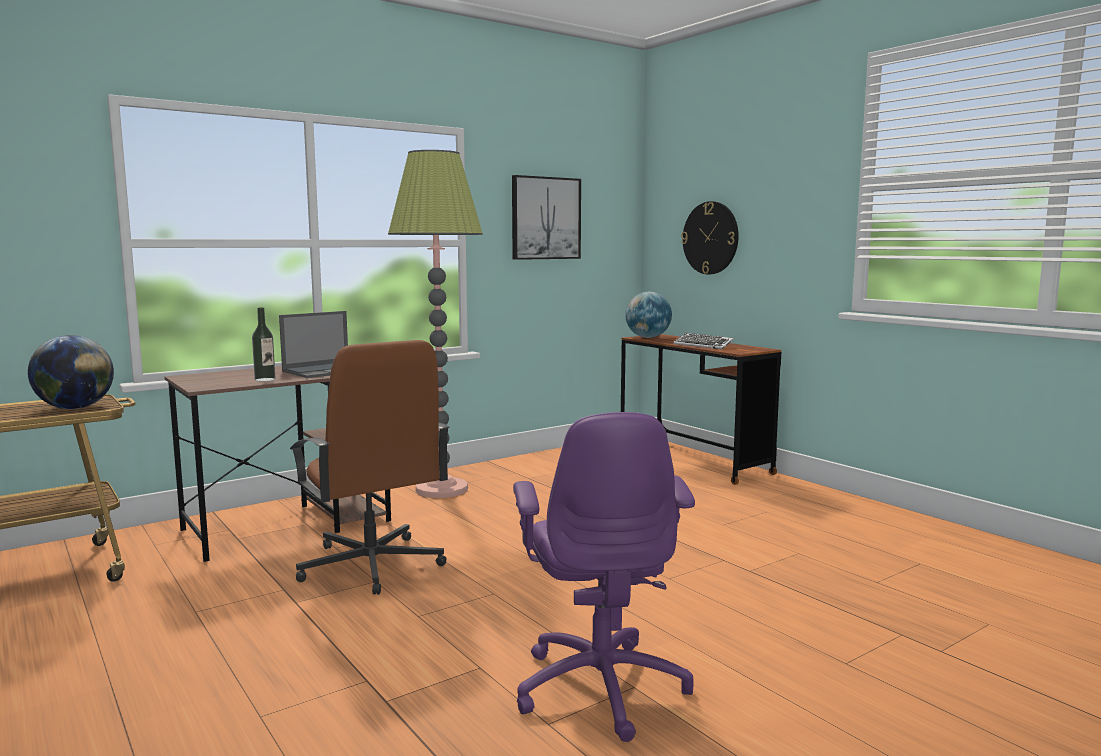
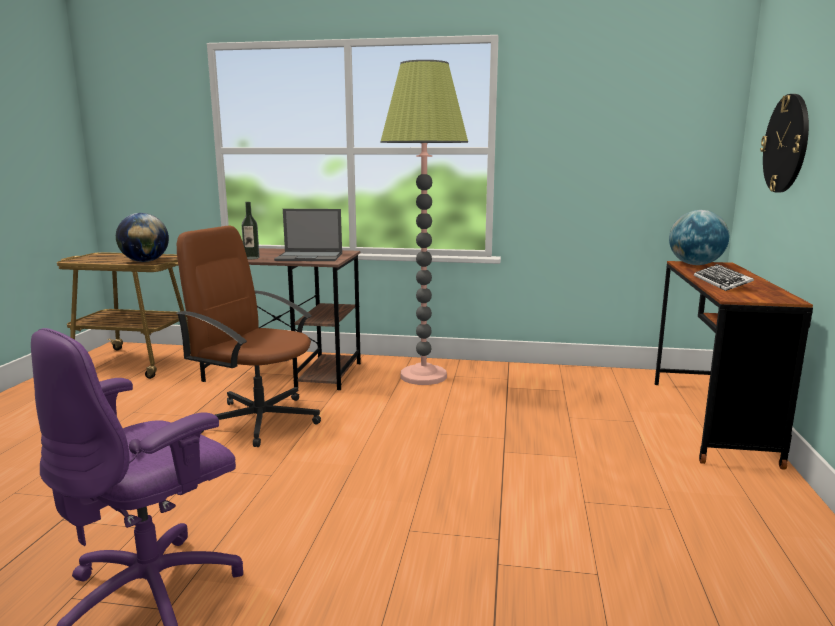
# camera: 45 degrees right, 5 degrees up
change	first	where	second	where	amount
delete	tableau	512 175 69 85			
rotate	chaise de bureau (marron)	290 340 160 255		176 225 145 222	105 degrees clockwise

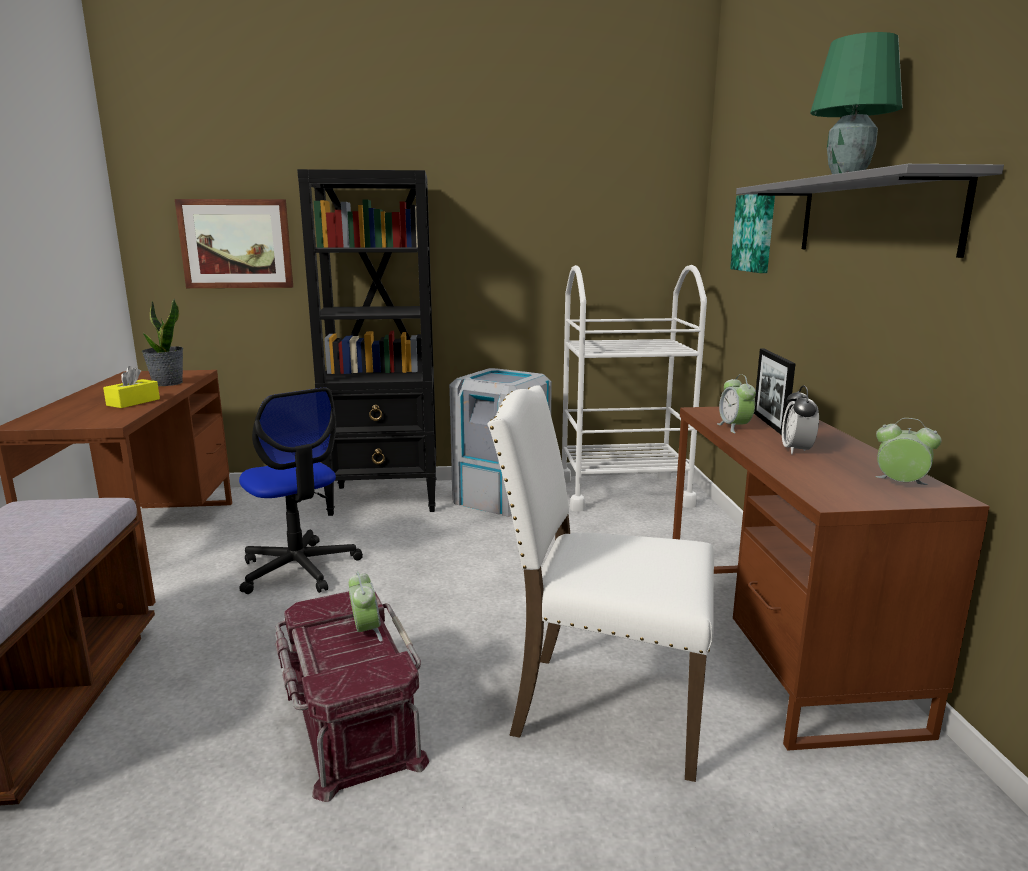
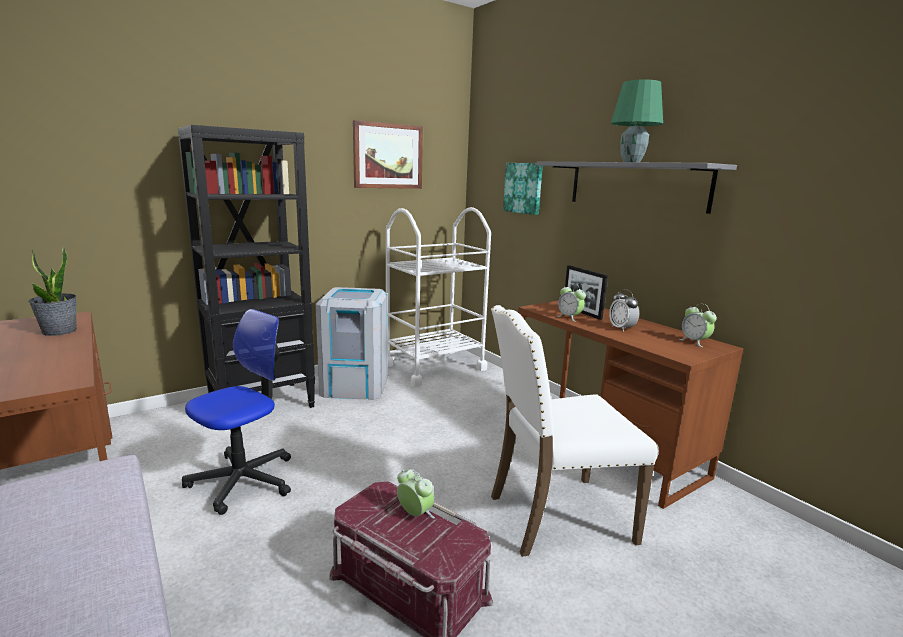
# camera: 30 degrees left, 0 degrees up
change	first	where	second	where	amount
move	tableau	175 199 118 89		353 120 70 69	
delete	boîte à mouchoirs (jaune)	103 366 57 42			
rotate	chaise de bureau	239 387 124 207		182 309 109 206	75 degrees counterclockwise
rotate	réveil	875 418 67 67		679 304 38 43	120 degrees counterclockwise

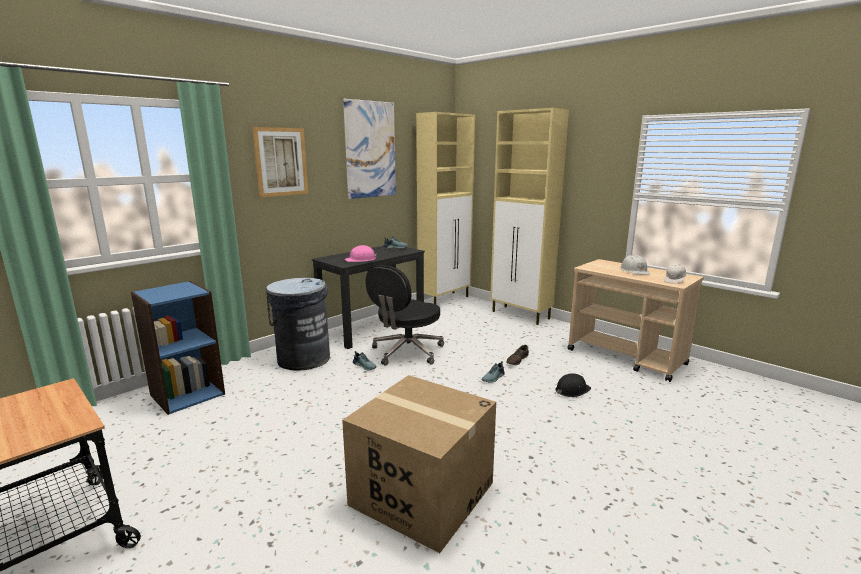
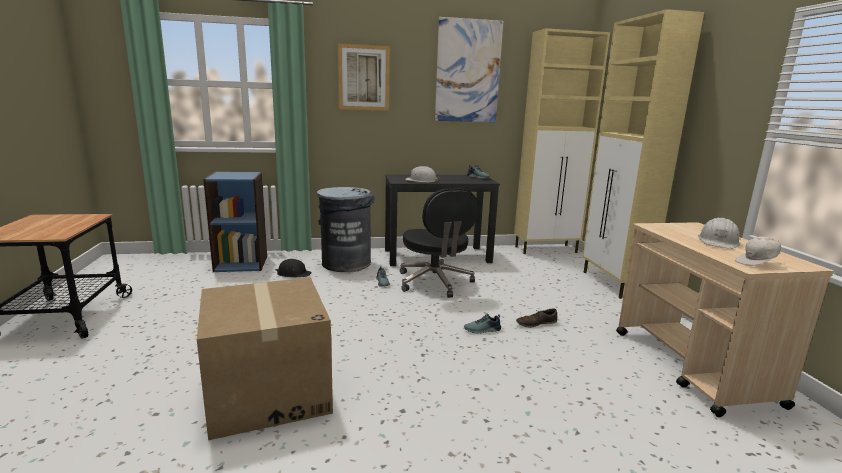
# camera: 35 degrees right, 0 degrees up
change	first	where	second	where	amount
recolor	casque de chantier (rose)	345 245 32 17	casque de chantier (blanc)	405 166 34 16	
rotate	chaise de bureau (noir)	365 265 79 101		400 188 78 110	90 degrees counterclockwise
move	casque de chantier (noir)	555 373 36 24		275 259 37 18	

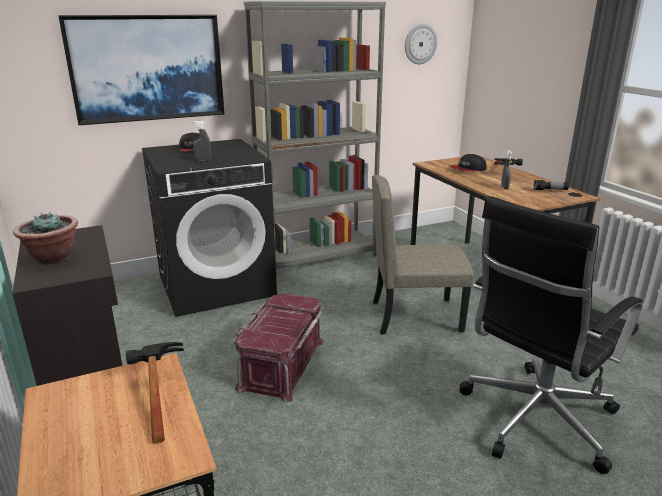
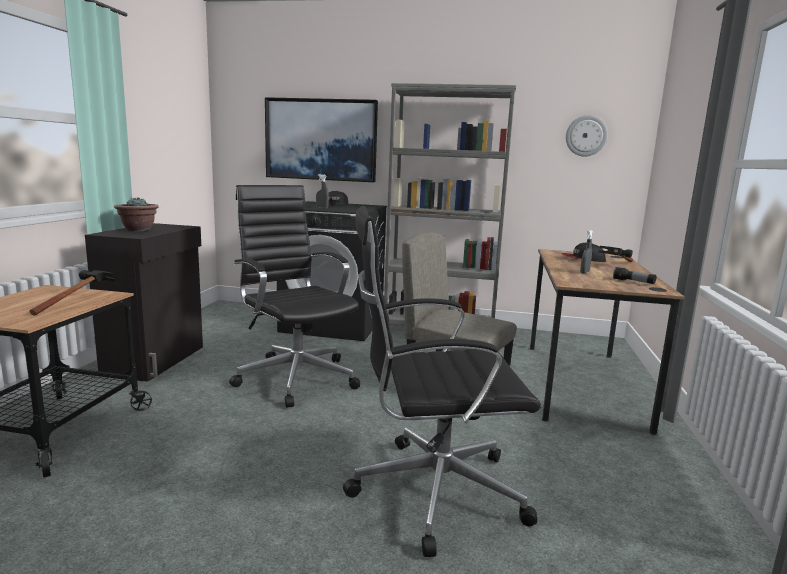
# camera: 35 degrees right, 10 degrees down
change	first	where	second	where	amount
replace	boîte de rangement (rouge)	233 294 91 109	chaise de bureau (noir)	229 185 131 223	

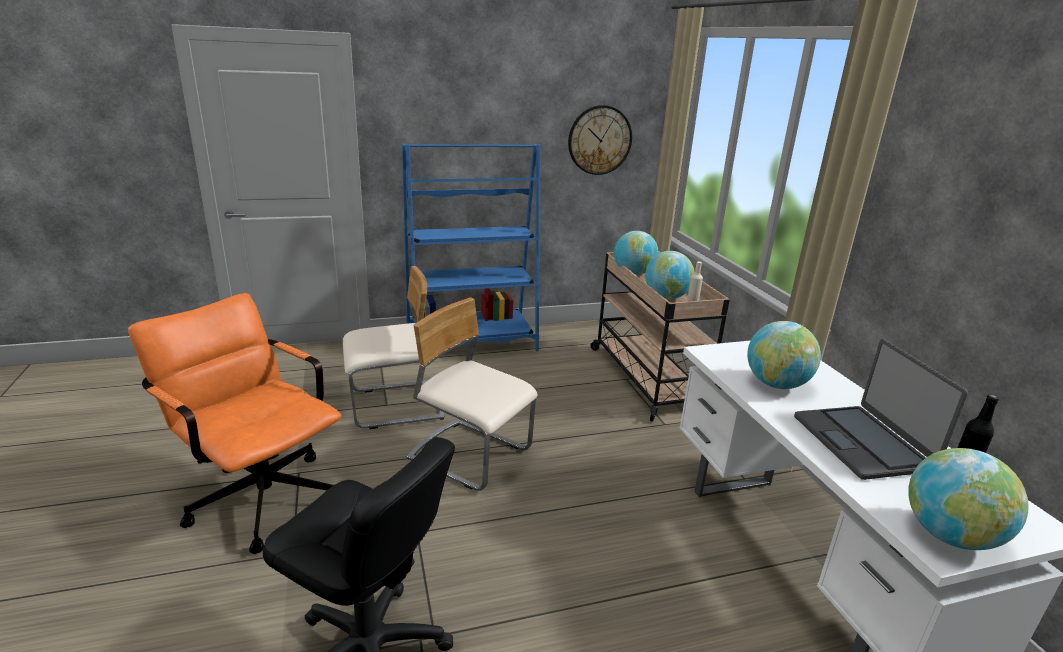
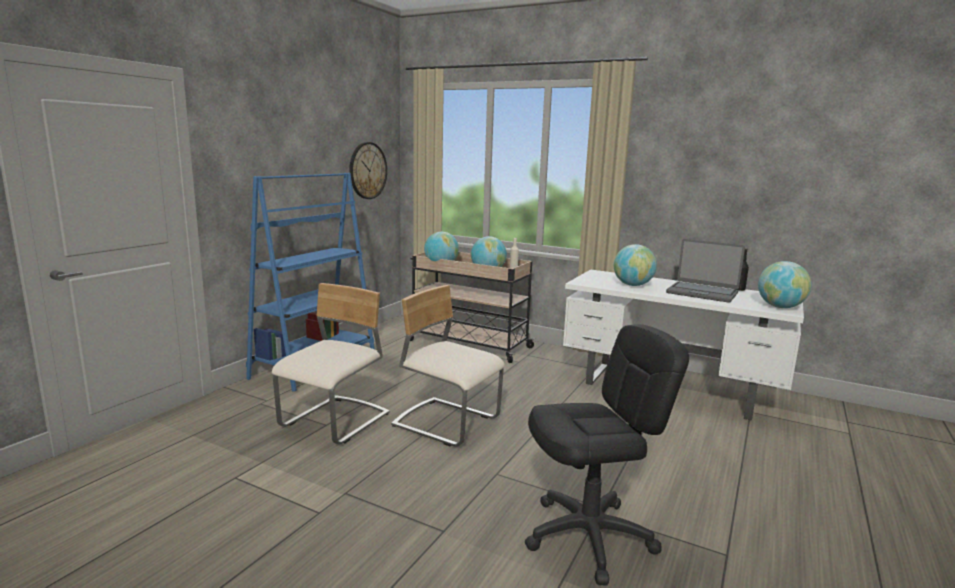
# camera: 45 degrees left, 10 degrees down
change	first	where	second	where	amount
delete	chaise de bureau (orange)	128 293 213 261			
rotate	chaise (beige)	407 297 130 194		391 285 114 162	45 degrees clockwise

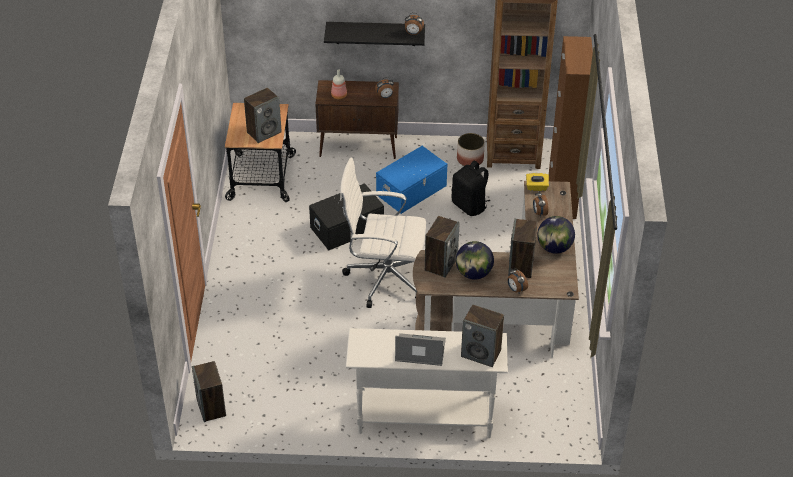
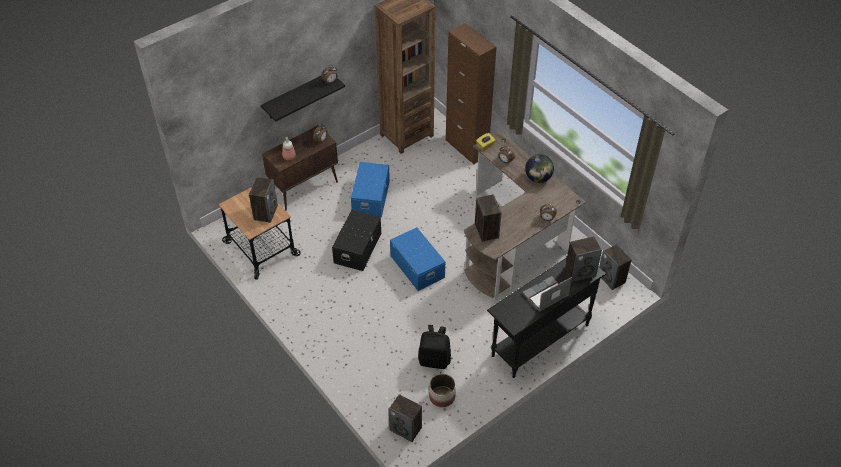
# camera: 40 degrees left, 5 degrees up
change	first	where	second	where	amount
move	cache-pot	457 133 28 33		429 374 27 33	
replace	chaise de bureau (blanc)	340 158 86 150	boîte de rangement (bleu)	390 227 55 64	
move	sac à dos (noir)	452 161 38 55		418 325 33 44	
move	enceinte	508 218 30 60		599 244 33 46	
delete	globe	456 241 38 39			
recolor	table console (blanc)	346 328 162 110	table console (noir)	487 258 119 120	

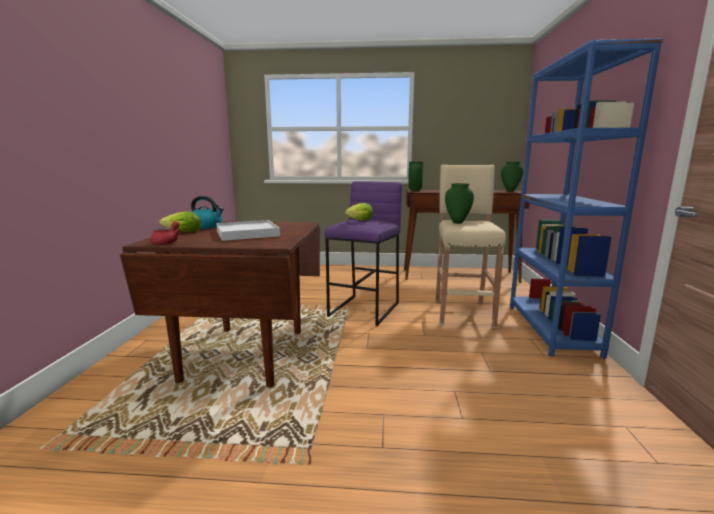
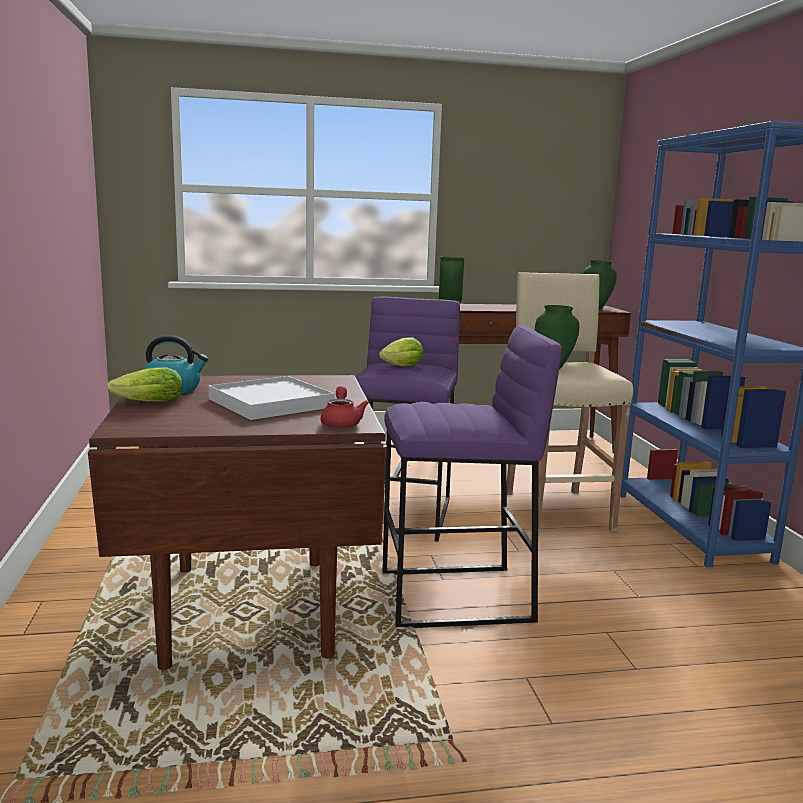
# camera: 15 degrees left, 0 degrees up
change	first	where	second	where	amount
move	théière (rouge)	150 221 30 24		321 386 48 42	
insert			tabouret (violet)	382 326 180 302	

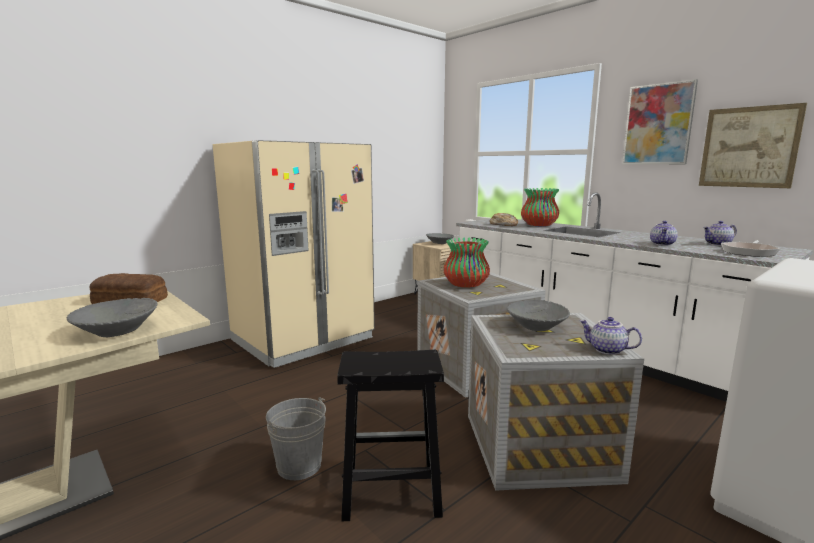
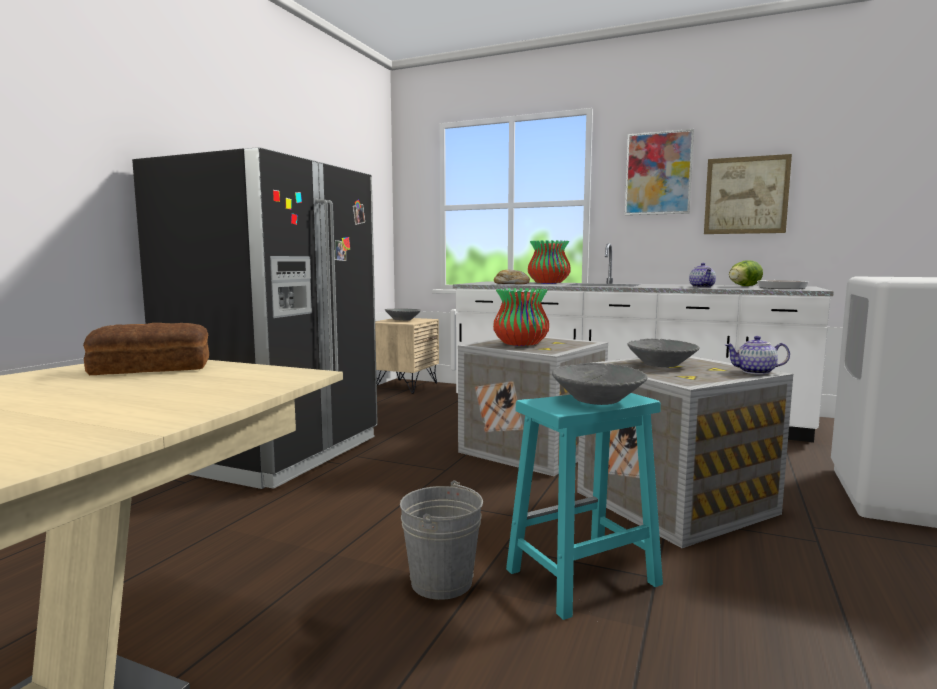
# camera: 25 degrees left, 5 degrees down
change	first	where	second	where	amount
recolor	réfrigérateur (beige)	213 140 162 228	réfrigérateur (noir)	132 147 246 342	
replace	théière	703 221 34 25	laitue	729 260 34 26	
move	bol (gris)	67 298 90 39		552 363 96 42	
recolor	tabouret (noir)	337 350 107 171	tabouret (turquoise)	506 393 157 227	

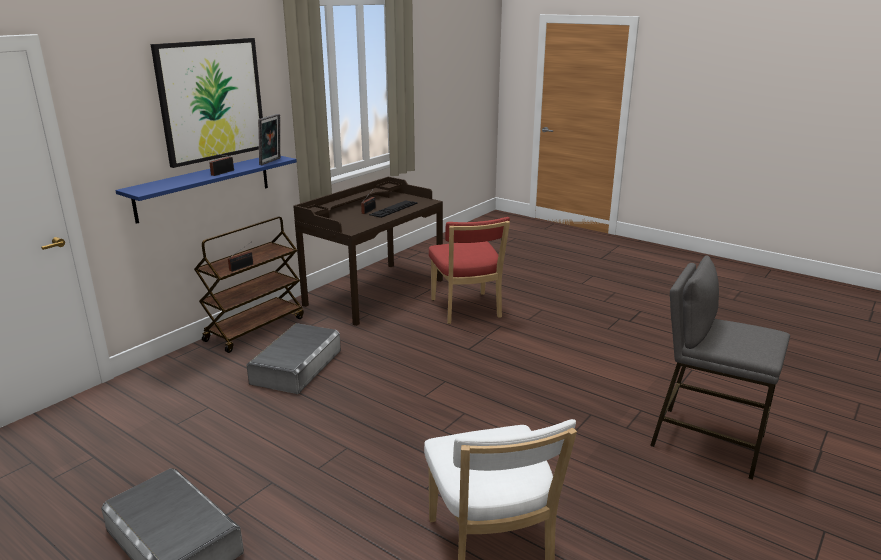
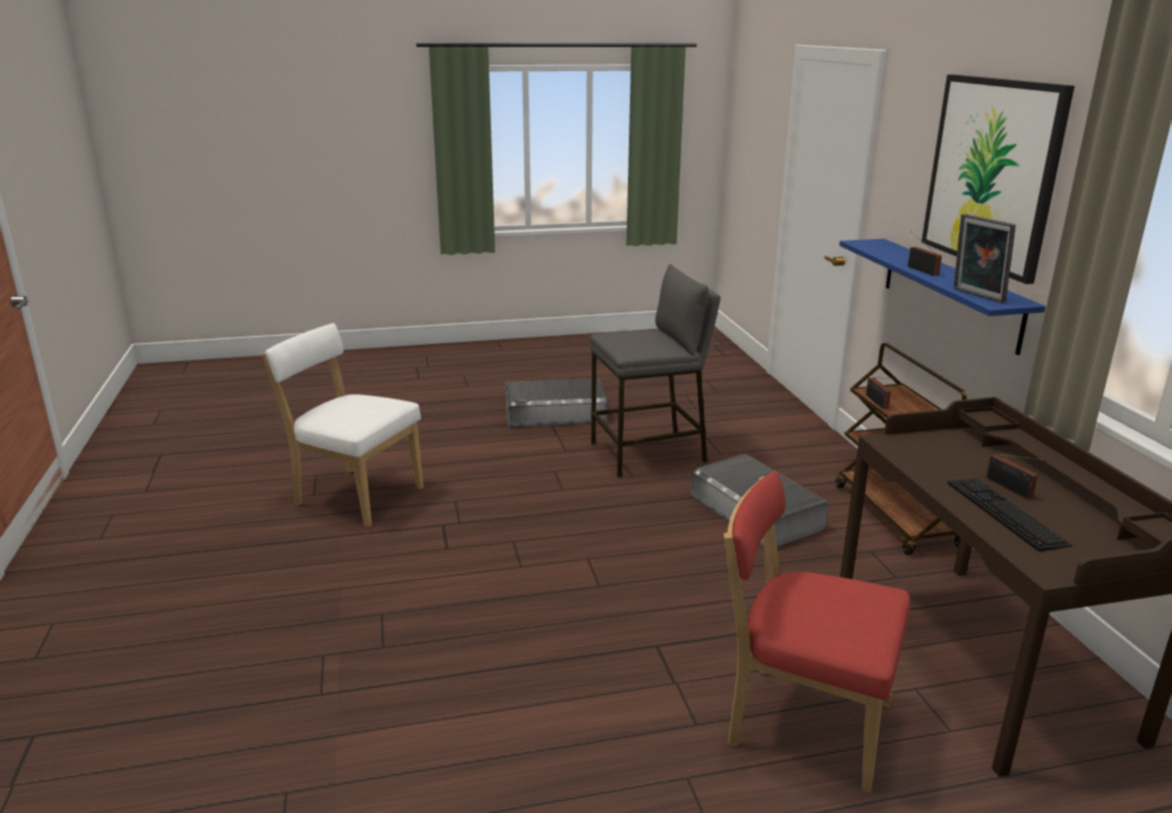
# camera: 130 degrees right, 0 degrees up
change	first	where	second	where	amount
move	tabouret (gris)	650 255 140 225		590 264 131 213	

